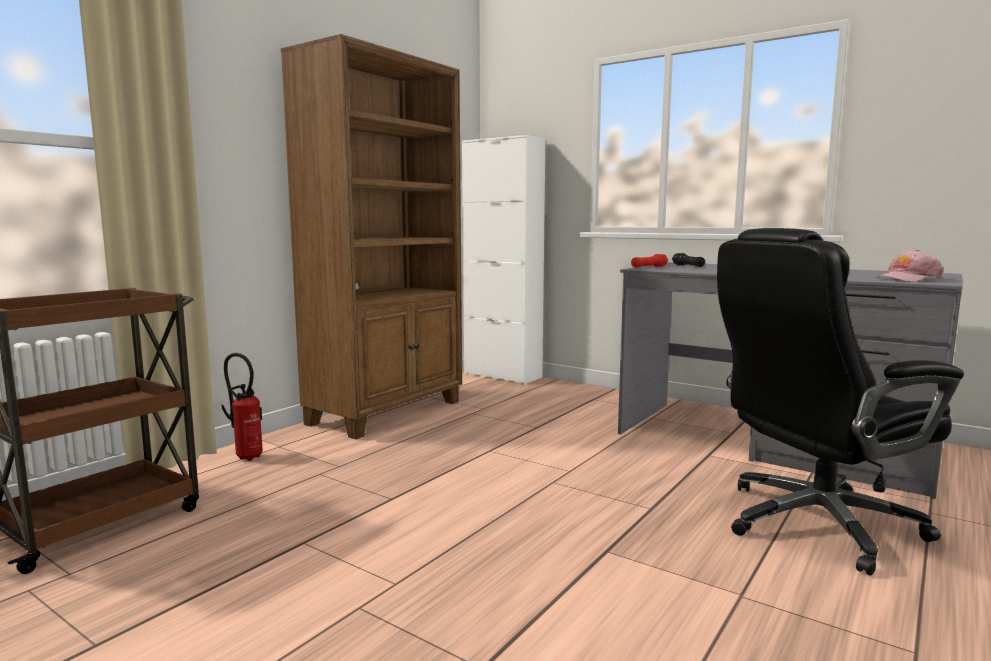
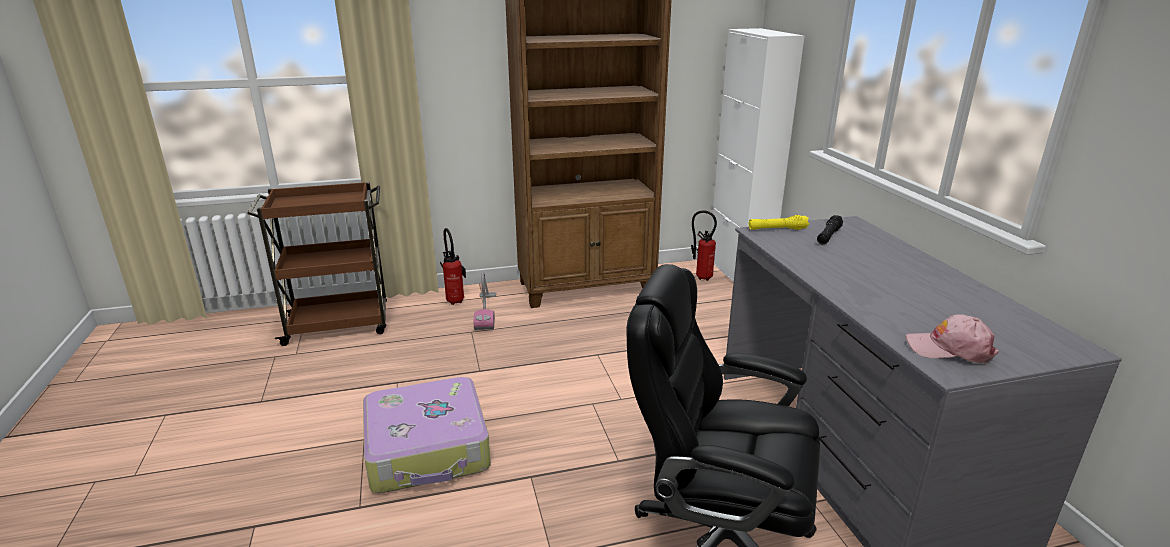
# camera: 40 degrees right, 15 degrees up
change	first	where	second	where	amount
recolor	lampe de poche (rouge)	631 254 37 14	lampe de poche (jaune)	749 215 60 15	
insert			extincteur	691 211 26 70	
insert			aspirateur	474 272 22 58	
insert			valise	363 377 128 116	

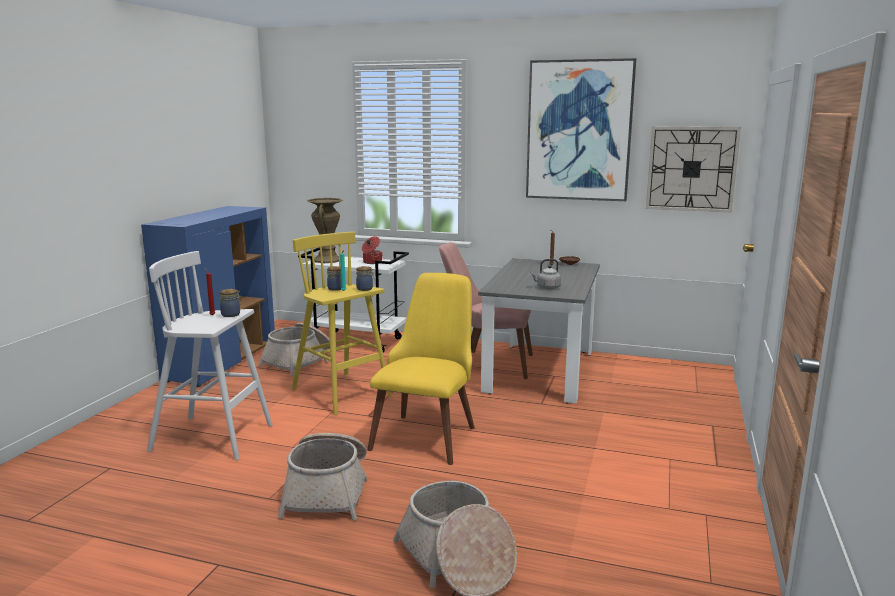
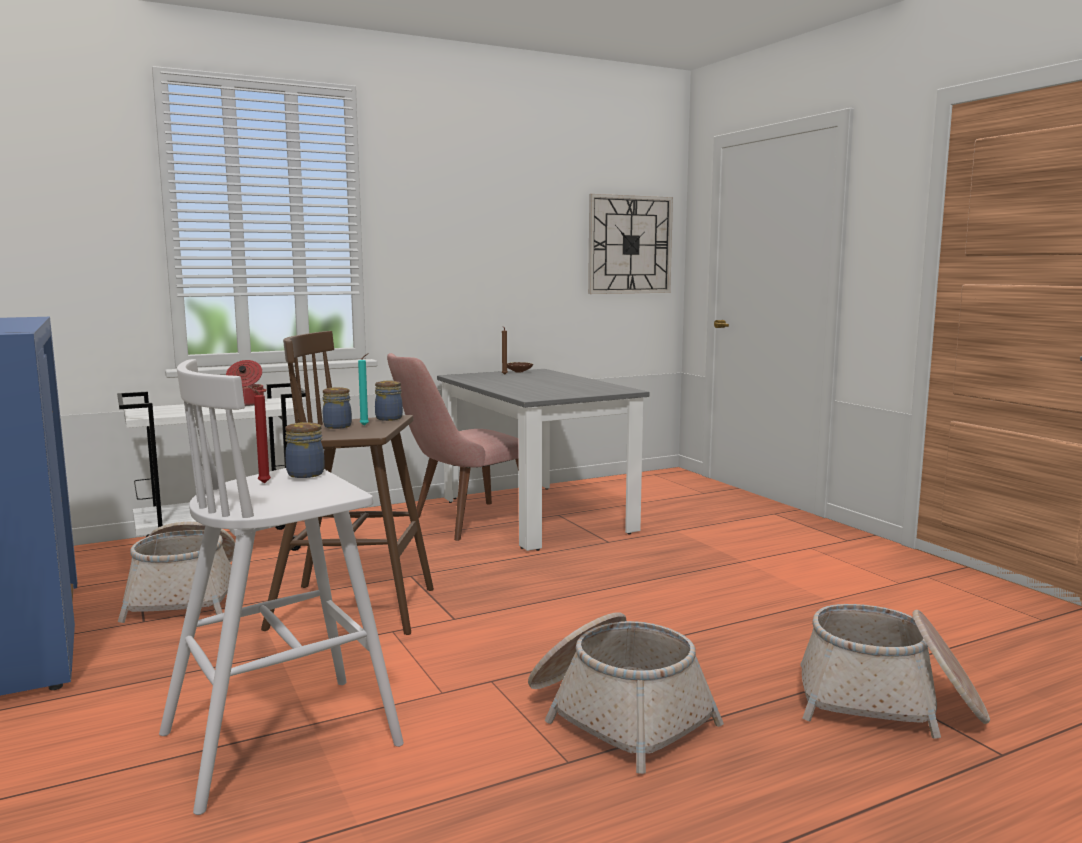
# camera: 45 degrees left, 5 degrees down
change	first	where	second	where	amount
delete	tableau	526 58 110 143			
delete	vase (marron)	307 198 36 65			
recolor	tabouret (jaune)	292 232 100 183	tabouret (marron)	261 331 173 304	
delete	bouilloire (gris)	530 259 31 30			
delete	chaise (jaune)	367 273 108 192			

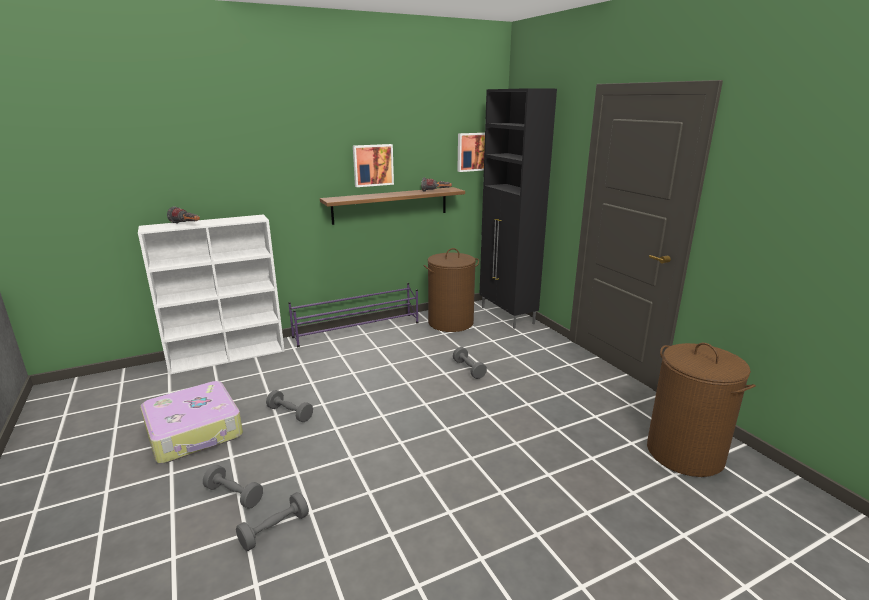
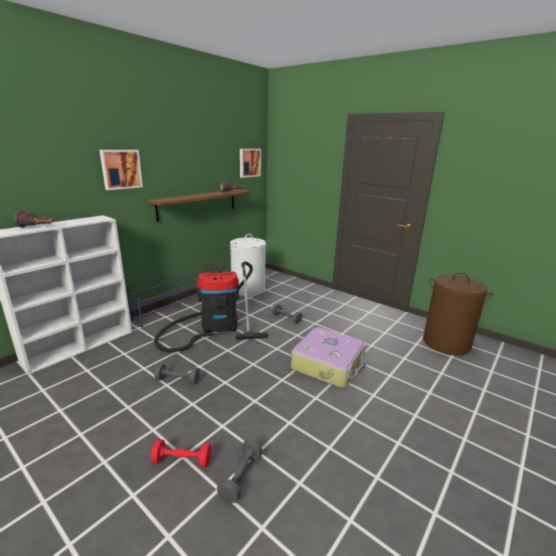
# camera: 25 degrees left, 0 degrees up
change	first	where	second	where	amount
delete	meuble de rangement (noir)	479 88 78 241			
move	tableau	353 144 41 43		99 150 44 40	
recolor	panier à linge (marron)	424 248 55 84	panier à linge (blanc)	230 234 36 62	
move	valise	140 381 103 82		291 327 75 61	
recolor	haltère (gris)	203 465 60 44	haltère (rouge)	150 439 61 29	
insert			aspirateur	154 261 114 91	

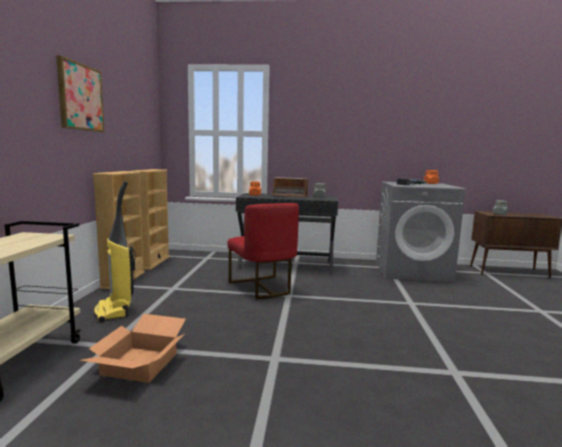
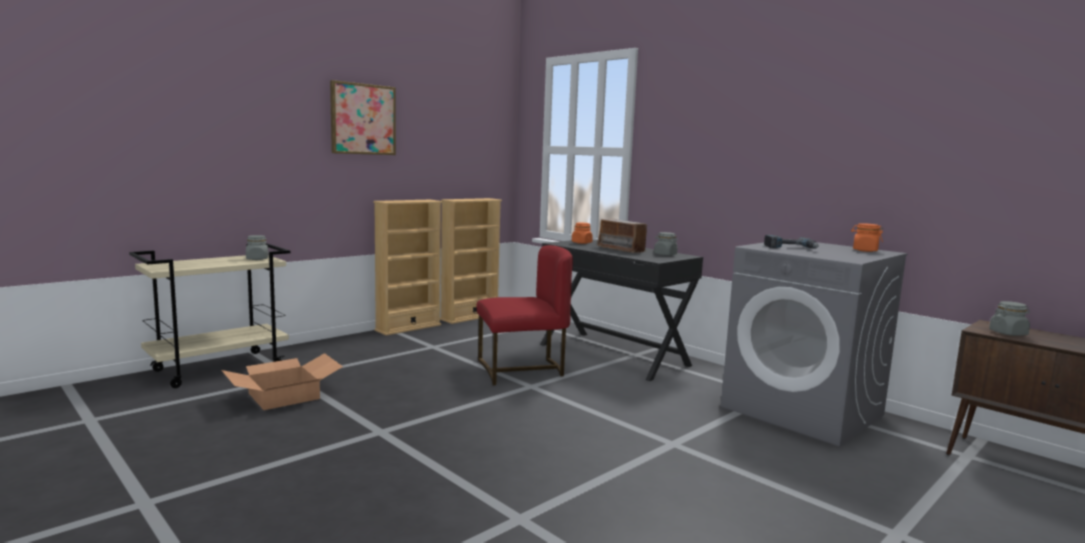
# camera: 40 degrees right, 0 degrees up
change	first	where	second	where	amount
delete	aspirateur	94 181 42 141			
rotate	chaise (rouge)	227 203 72 96		476 245 97 140	120 degrees counterclockwise
insert			bocal (gris)	246 235 23 25	

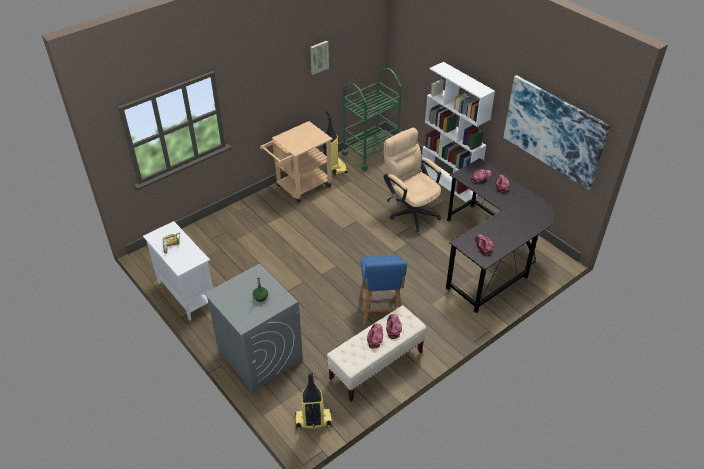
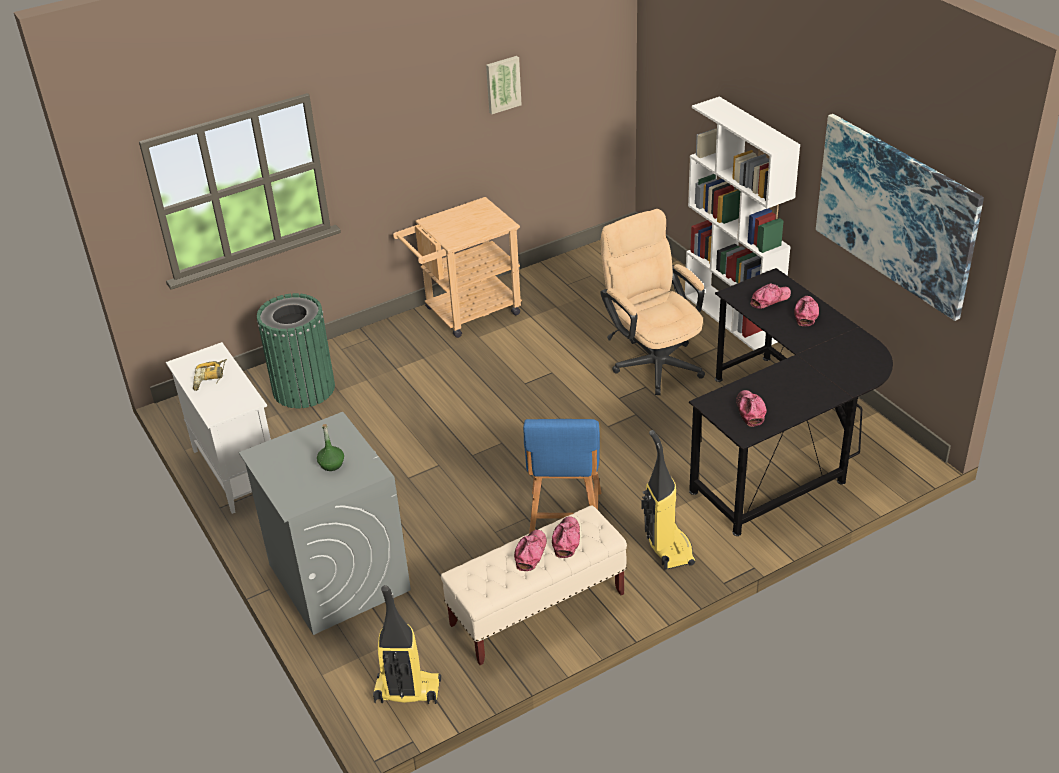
# camera: 10 degrees right, 5 degrees down
change	first	where	second	where	amount
delete	chariot (vert)	342 68 60 103			
move	aspirateur	323 110 25 65		641 430 55 140	
insert			poubelle (vert)	257 293 78 115	

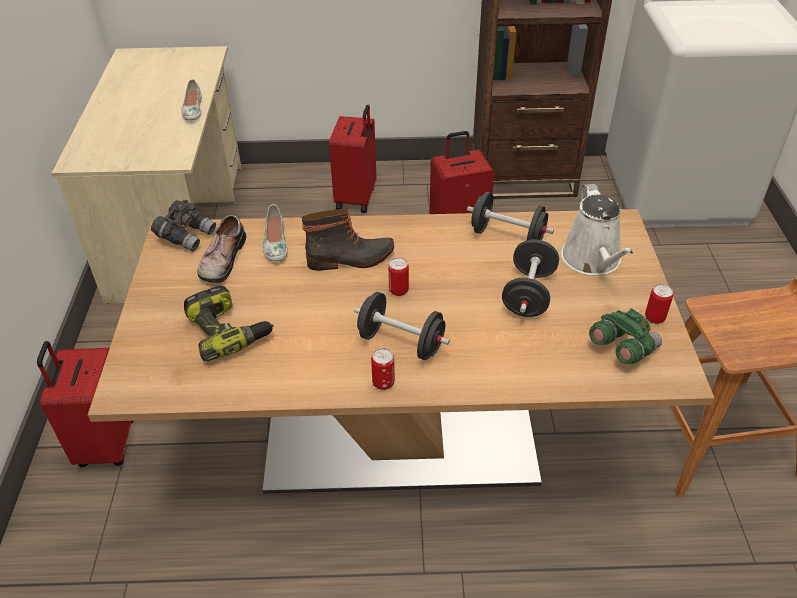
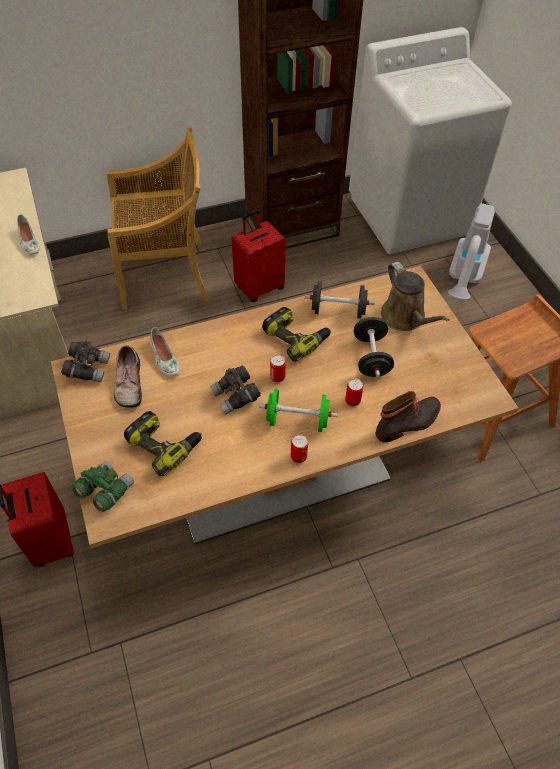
# camera: 20 degrees left, 10 degrees up
change	first	where	second	where	amount
replace	valise (rouge)	329 105 47 108	chaise (beige)	107 127 102 182	
recolor	arrosoir (blanc)	561 184 72 91	arrosoir (marron)	381 262 68 69	
move	botte	302 209 92 62		376 391 65 52	
move	boîte métallique	645 284 28 40		345 379 18 27	
recolor	haltère (noir)	354 292 96 68	haltère (vert)	259 389 79 43	
move	jumelles (vert)	589 308 73 56		72 461 62 51	
insert			aspirateur	448 203 47 97	
insert			perceuse	262 307 69 54	
insert			jumelles (gris)	210 365 51 49	

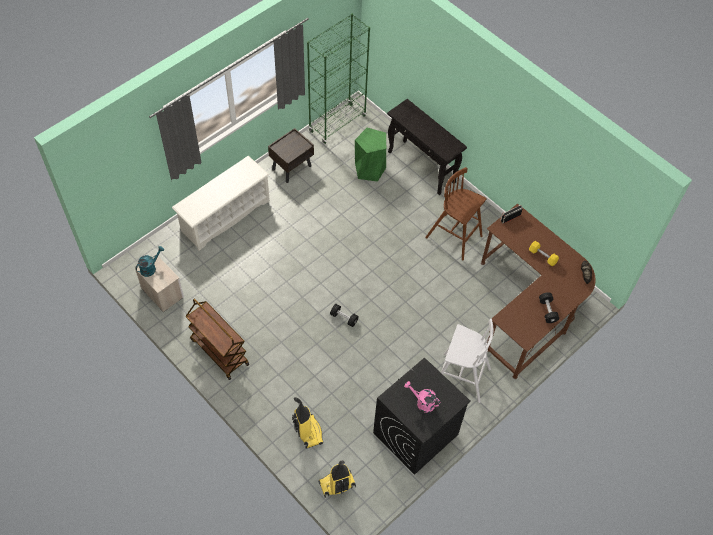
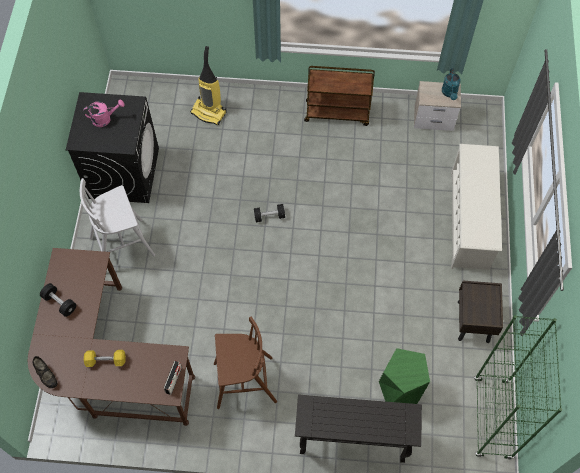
# camera: 140 degrees right, 5 degrees up
change	first	where	second	where	amount
delete	aspirateur	319 460 37 38			

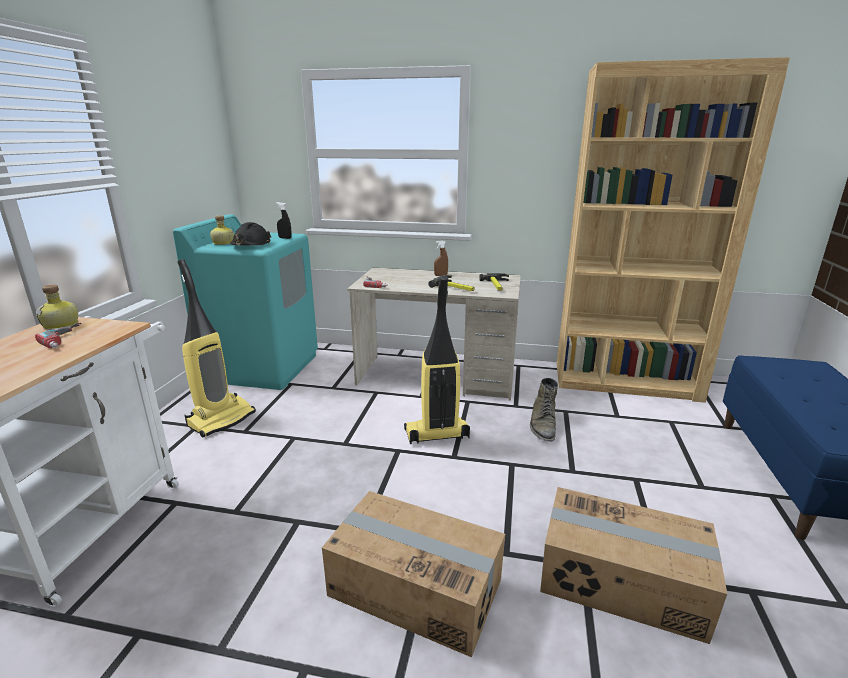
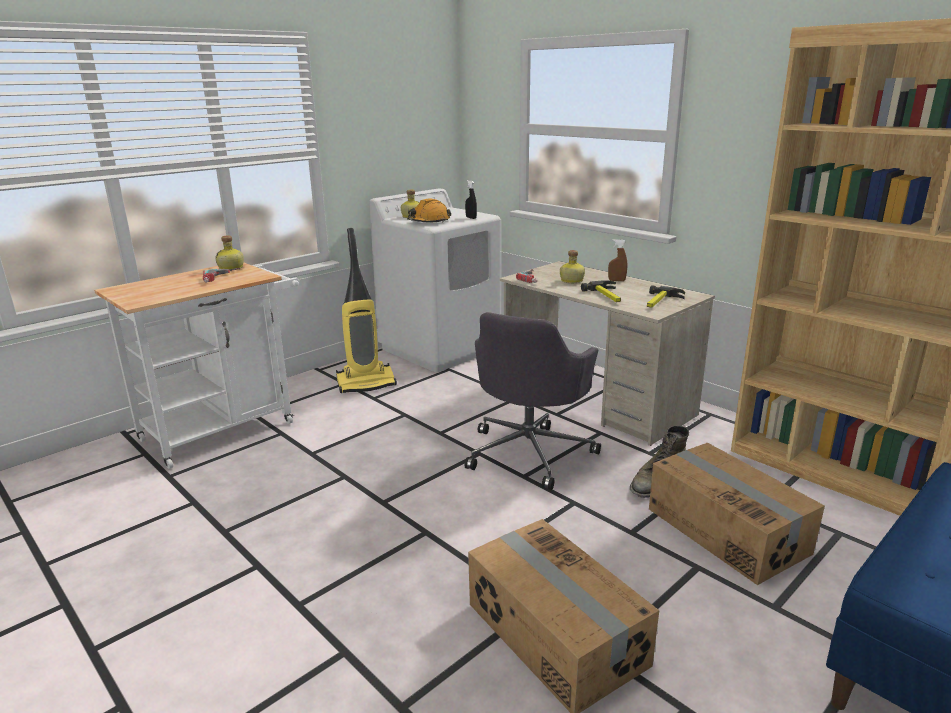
# camera: 35 degrees right, 0 degrees up
change	first	where	second	where	amount
recolor	lave-linge (turquoise)	173 214 145 176	lave-linge (blanc)	369 188 132 184	
recolor	casque de chantier (noir)	230 222 41 24	casque de chantier (orange)	407 198 44 25	
replace	aspirateur	404 276 66 168	chaise de bureau (gris)	465 312 136 178	
move	carton	322 491 183 166		649 443 176 142	
insert			bouteille	560 250 25 33	

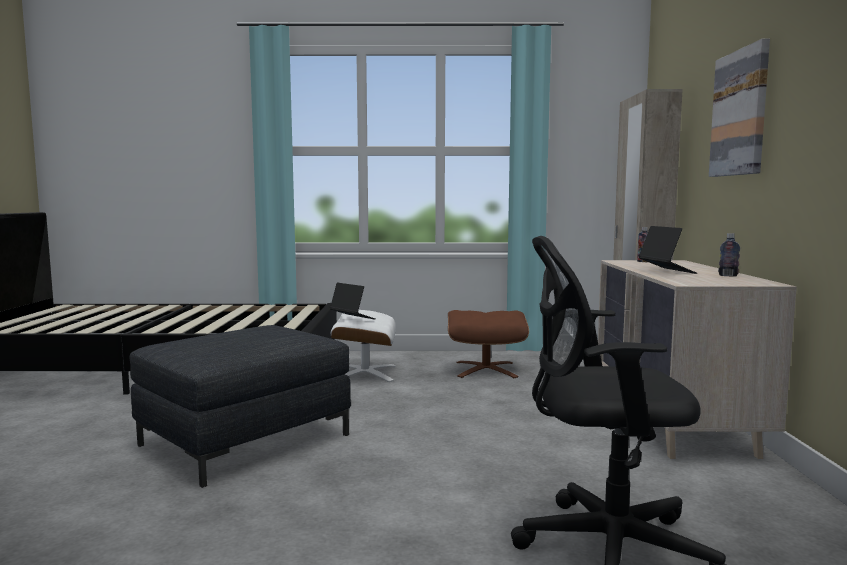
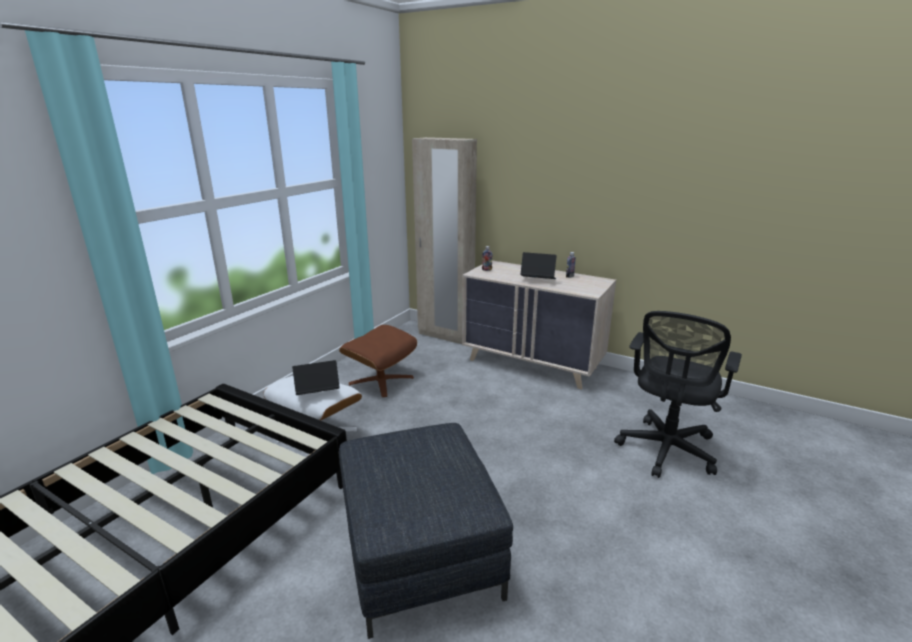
# camera: 60 degrees left, 15 degrees up
change	first	where	second	where	amount
delete	tableau	709 38 61 139			

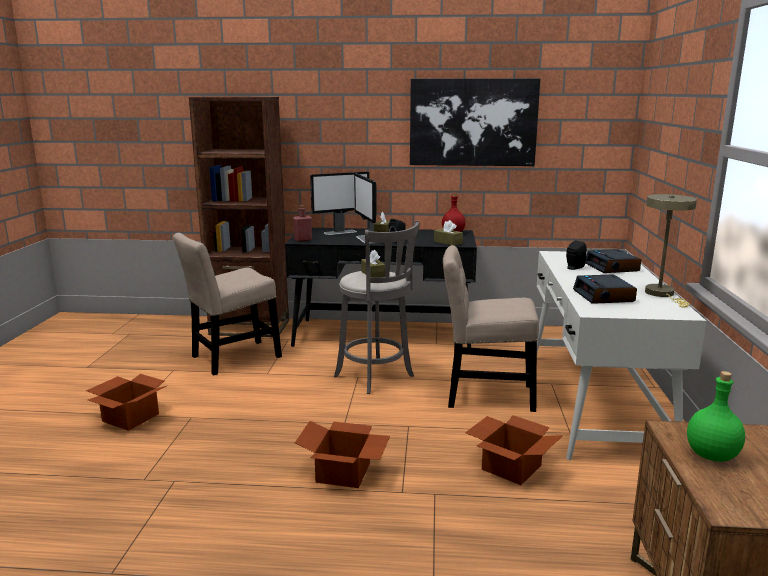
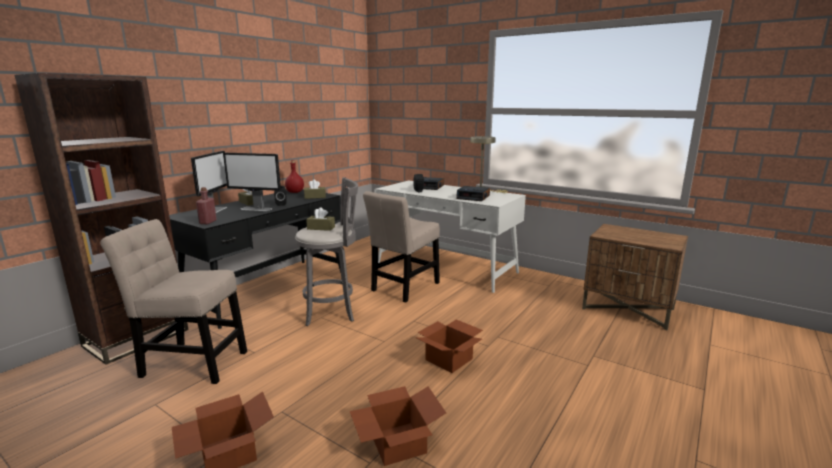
# camera: 60 degrees left, 0 degrees up
change	first	where	second	where	amount
delete	tableau	410 78 130 88			
rotate	chaise (beige)	173 233 109 143		101 219 146 165	105 degrees clockwise
delete	bouteille (vert)	687 371 58 91			
move	carton	465 415 98 70		350 386 96 80	

